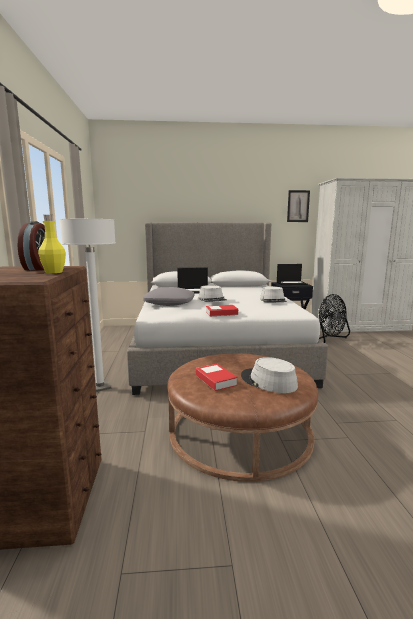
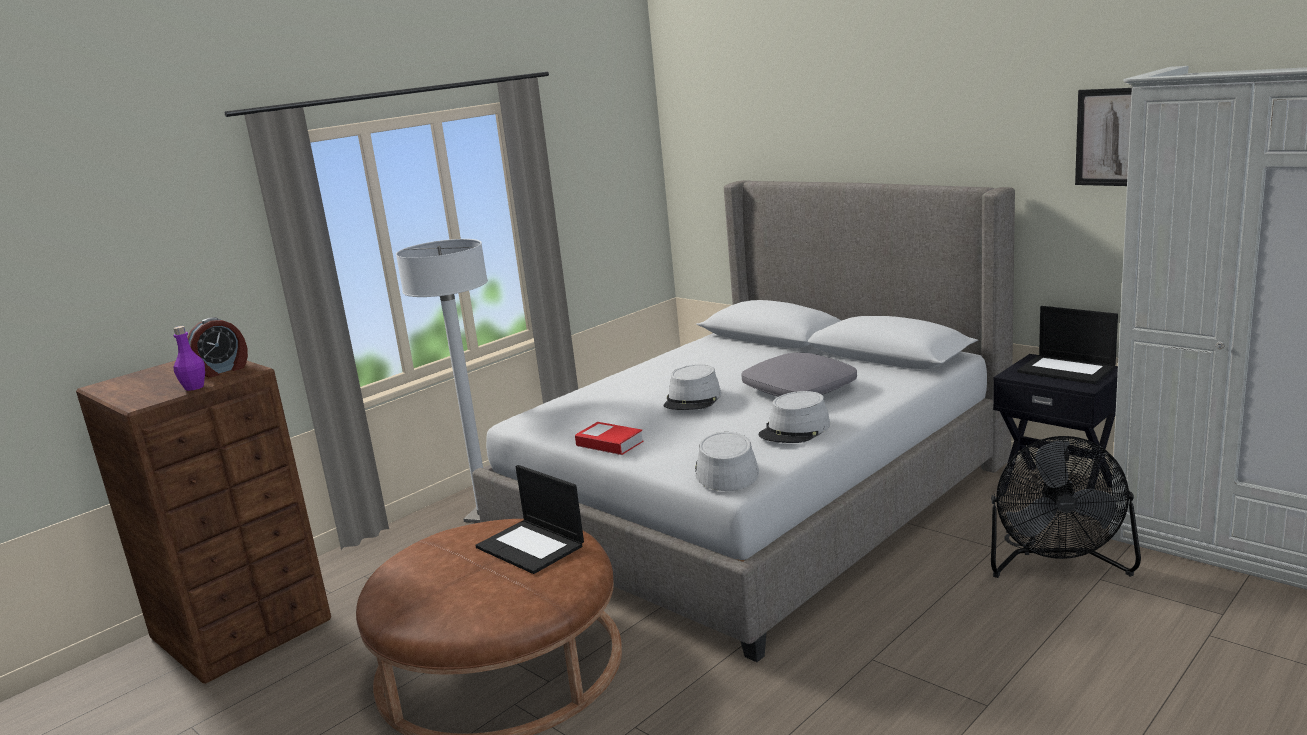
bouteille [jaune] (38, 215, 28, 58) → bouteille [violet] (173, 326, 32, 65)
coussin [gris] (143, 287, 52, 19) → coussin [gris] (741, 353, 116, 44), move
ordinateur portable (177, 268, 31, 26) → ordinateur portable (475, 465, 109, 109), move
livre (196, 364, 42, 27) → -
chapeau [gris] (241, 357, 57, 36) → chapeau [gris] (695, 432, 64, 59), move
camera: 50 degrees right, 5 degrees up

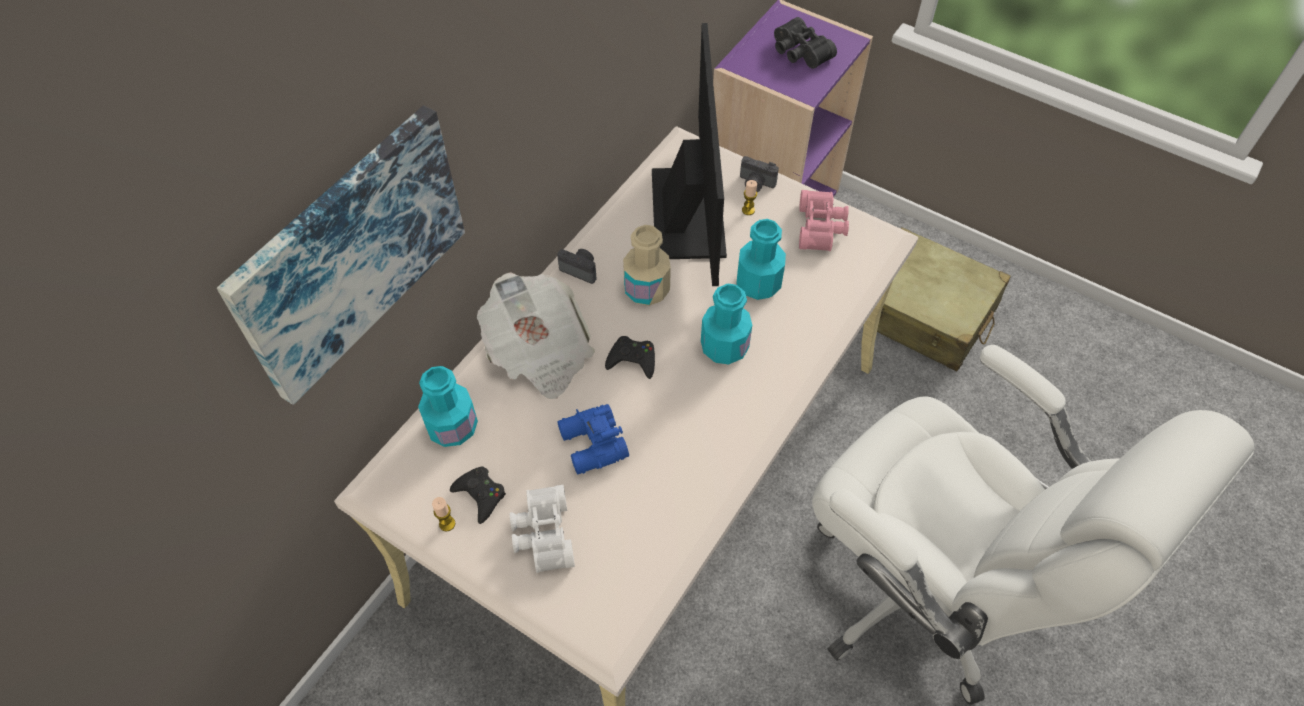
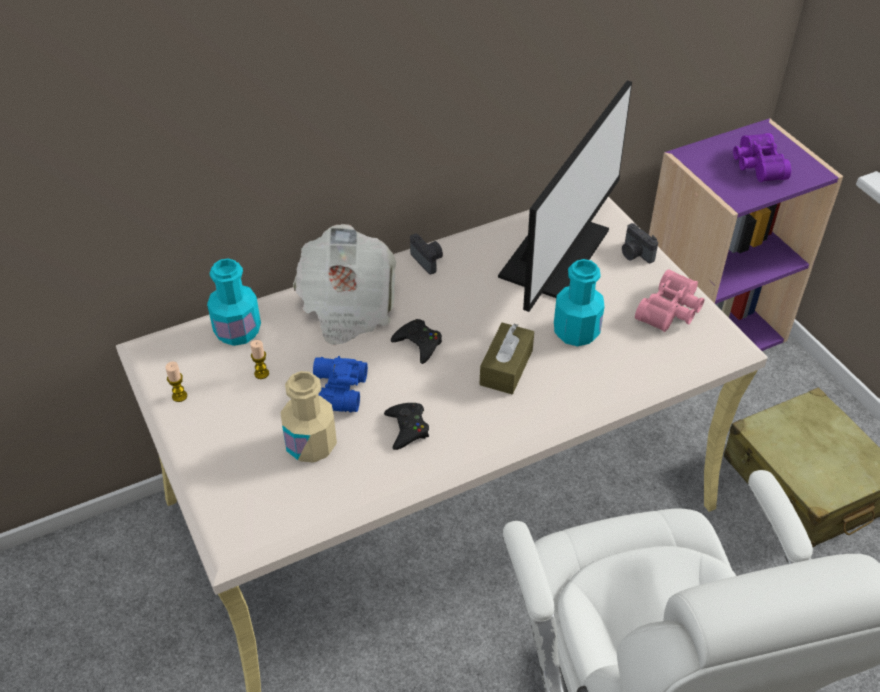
tableau (217, 105, 248, 300) → -
manette [noir] (450, 466, 56, 58) → manette [noir] (384, 403, 45, 47), move
jumelles [blanc] (510, 485, 65, 88) → -
bouteille [beige] (623, 225, 48, 81) → bouteille [beige] (280, 371, 57, 92), move
bouteille [turquoise] (701, 283, 51, 82) → boîte à mouchoirs [marron] (479, 323, 55, 71)
bougie (742, 180, 15, 35) → bougie (250, 340, 19, 39), move
jumelles [noir] (774, 17, 63, 52) → jumelles [violet] (733, 133, 58, 49)
camera: 30 degrees right, 10 degrees down

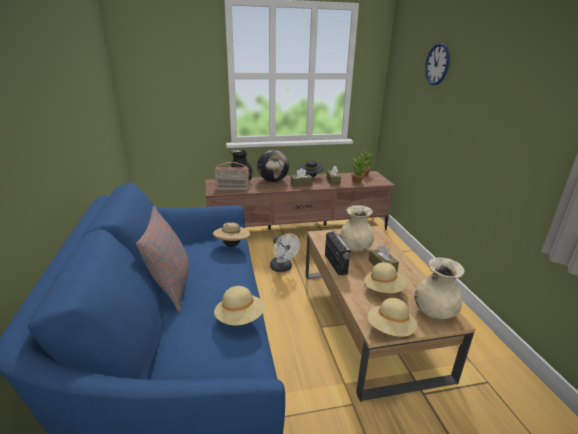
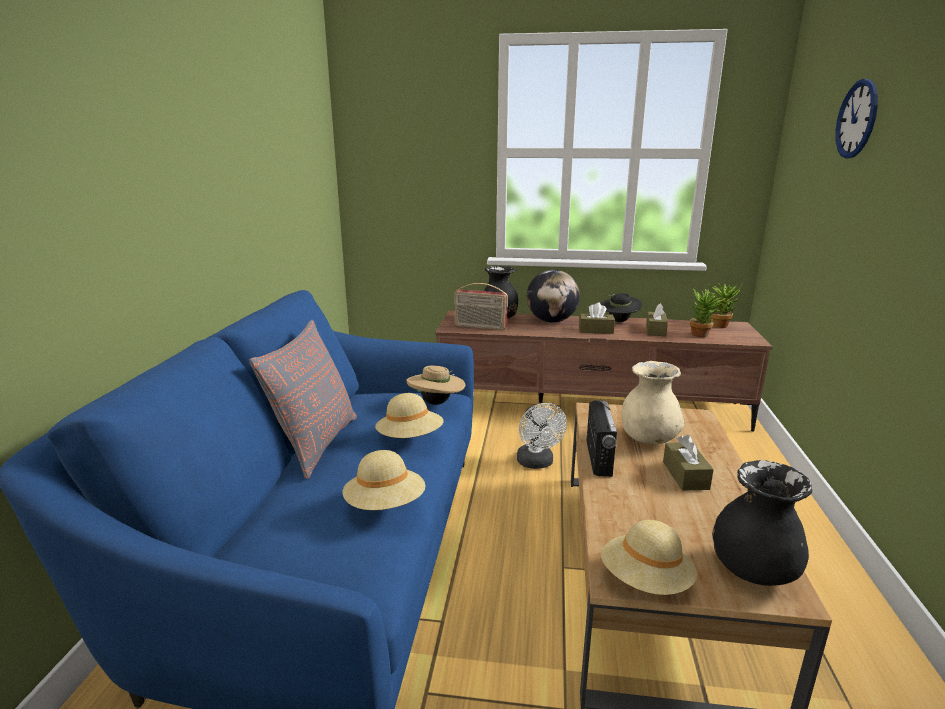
chapeau [beige] (364, 262, 43, 31) → chapeau [beige] (375, 393, 69, 45), move
vase [beige] (414, 257, 51, 62) → vase [noir] (712, 460, 100, 126)
camera: 20 degrees right, 5 degrees down

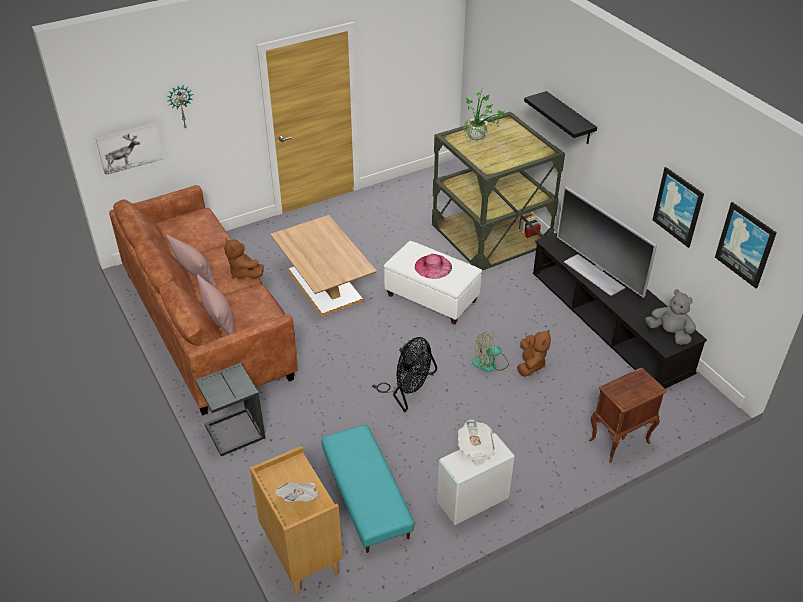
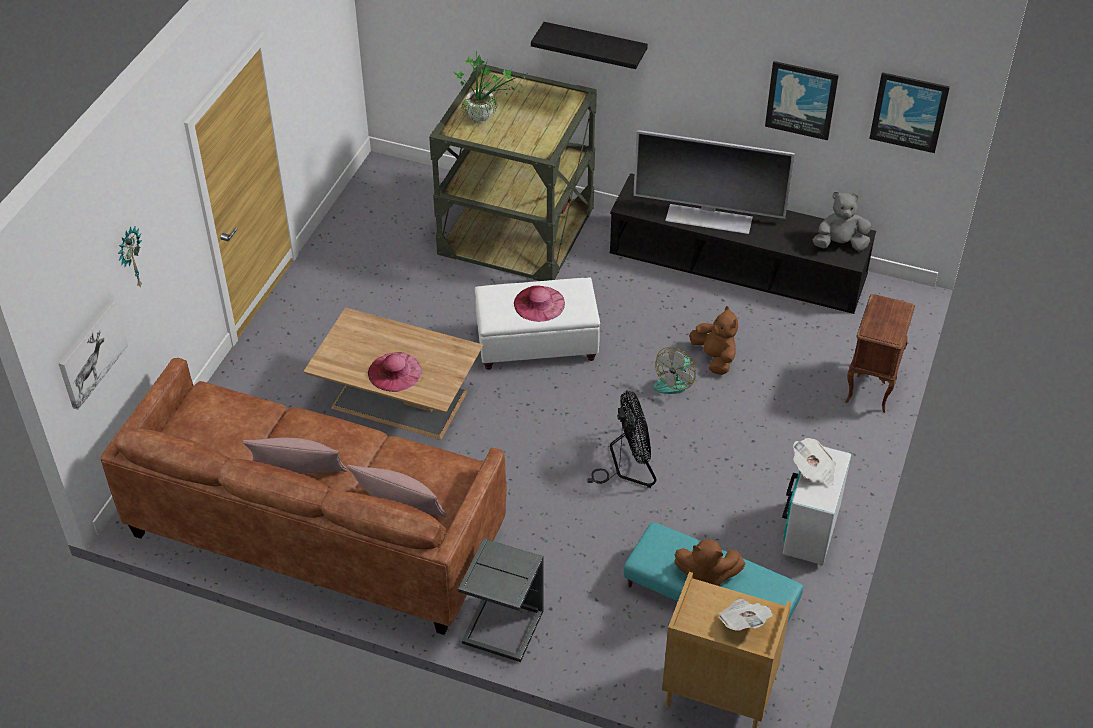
peluche [marron] (224, 238, 40, 41) → peluche [marron] (674, 539, 71, 47), move
- → chapeau [rose] (368, 352, 54, 40)
camera: 40 degrees left, 5 degrees up

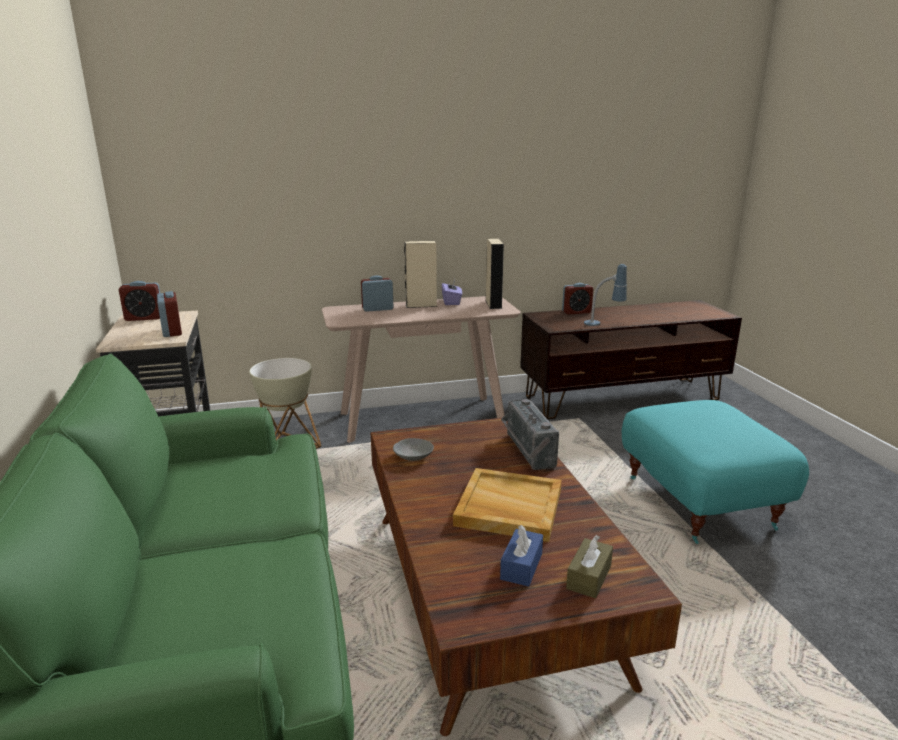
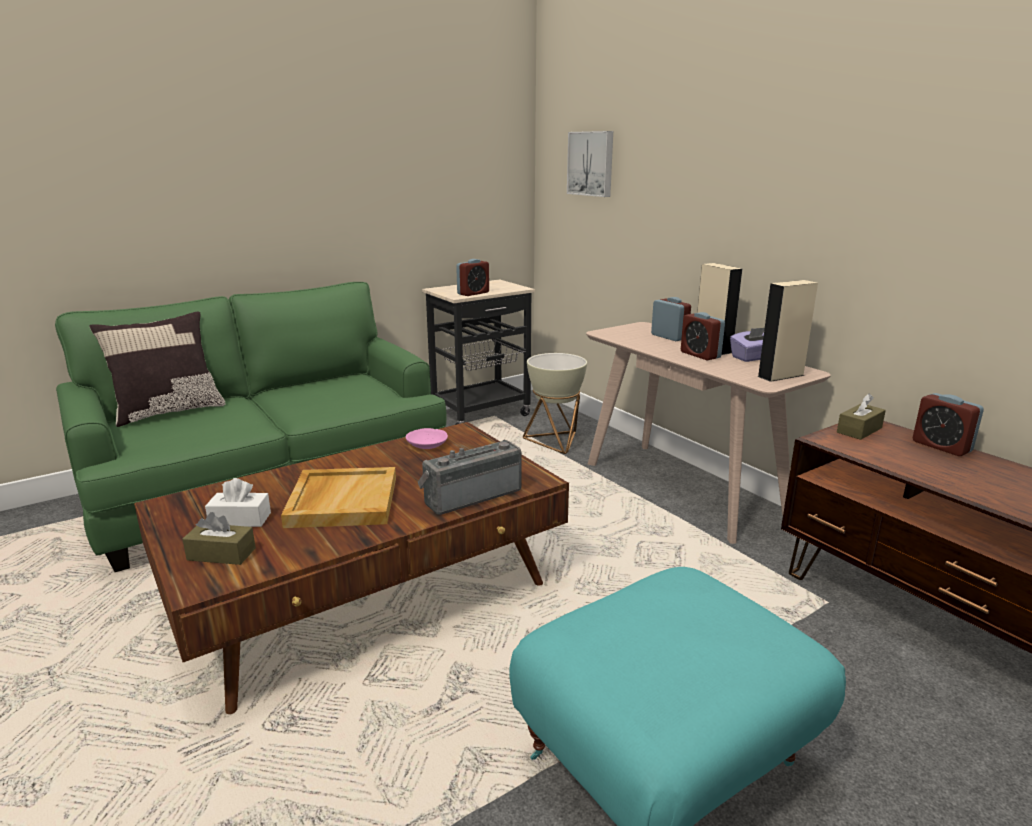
réveil (119, 281, 41, 40) → réveil (681, 312, 44, 48), move
bol [gris] (393, 438, 41, 23) → bol [rose] (406, 428, 42, 21)
boîte à mouchoirs [bleu] (500, 525, 43, 62) → boîte à mouchoirs [blanc] (205, 478, 66, 49)
lampe de table (584, 264, 43, 62) → -
- → coussin (89, 312, 136, 115)
- → tableau (567, 131, 46, 66)
- → boîte à mouchoirs [marron] (837, 393, 49, 47)
camera: 70 degrees right, 0 degrees up

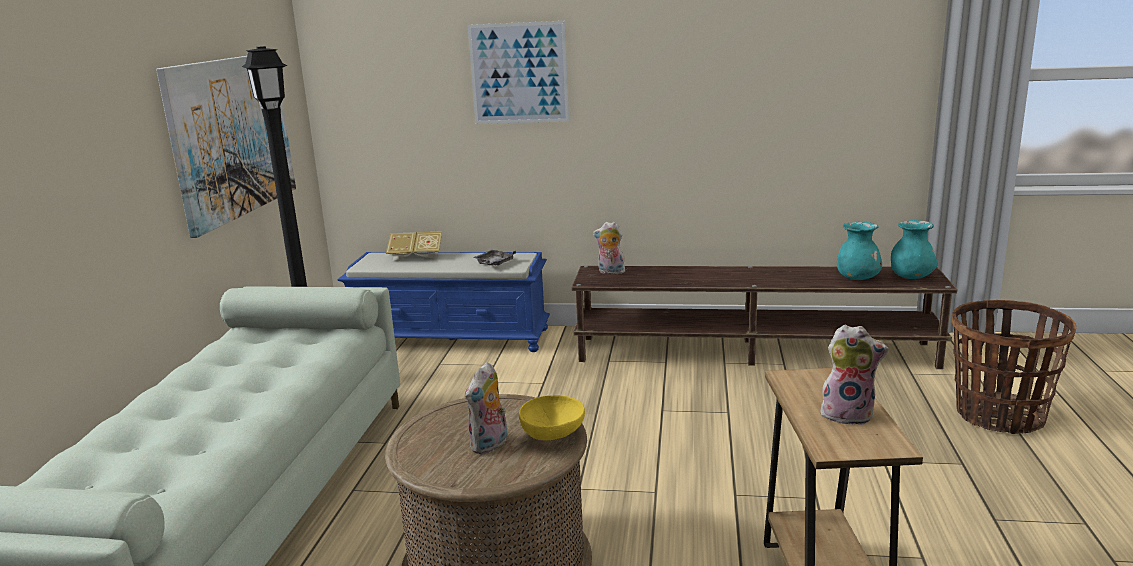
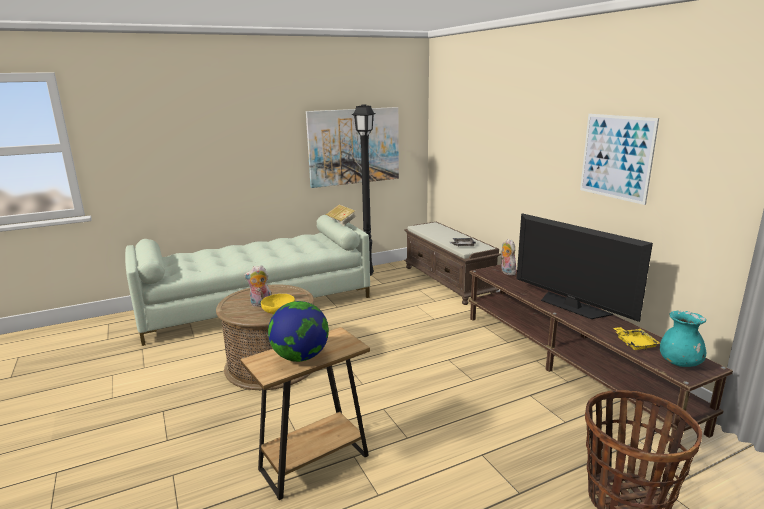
banc [bleu] (338, 252, 212, 100) → banc [marron] (404, 222, 97, 83)
livre (386, 231, 56, 30) → livre (326, 205, 30, 21), move
tableau (467, 21, 102, 103) → tableau (580, 114, 79, 91), move
peluche (820, 325, 69, 100) → globe (268, 301, 61, 61)
vase [turquoise] (837, 222, 45, 58) → plateau [jaune] (613, 327, 47, 23)
- → téléviseur (517, 213, 136, 109)
camera: 55 degrees right, 0 degrees up

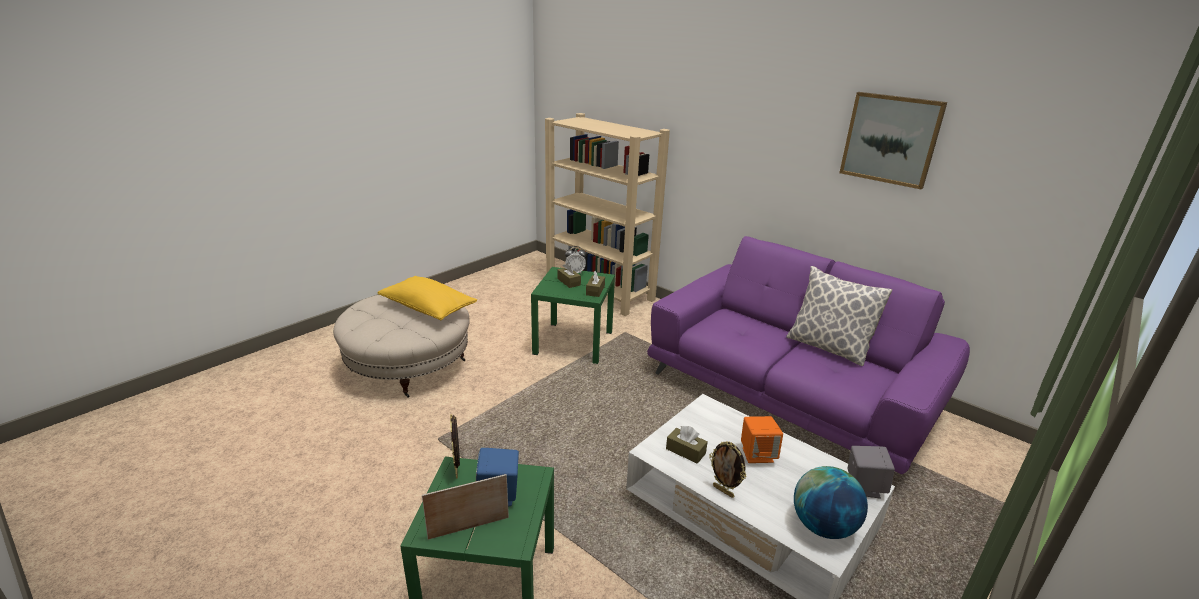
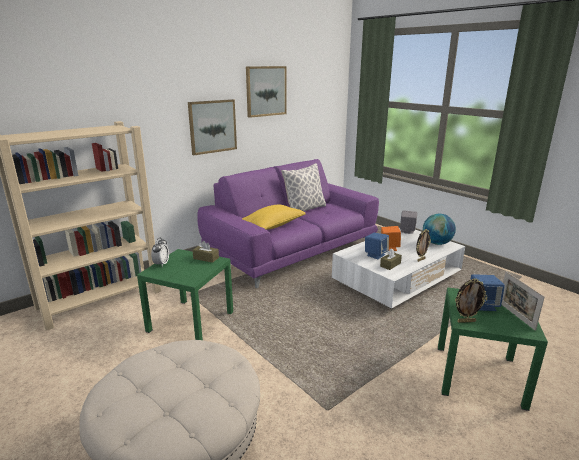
coussin [jaune] (377, 276, 100, 45) → coussin [jaune] (242, 205, 64, 25), move
boîte à mouchoirs [marron] (557, 263, 24, 25) → -
- → tableau (188, 99, 49, 56)
- → enceinte [bleu] (365, 233, 24, 26)
camera: 80 degrees left, 5 degrees down

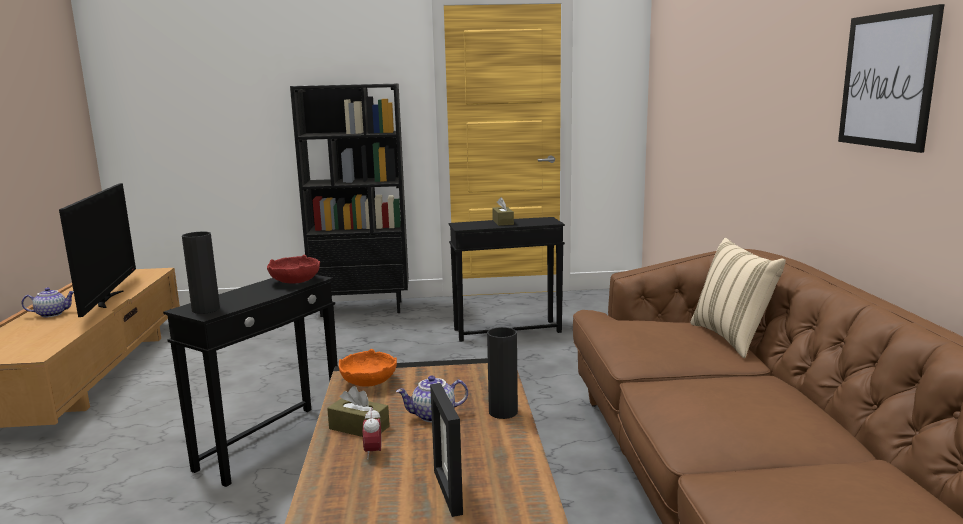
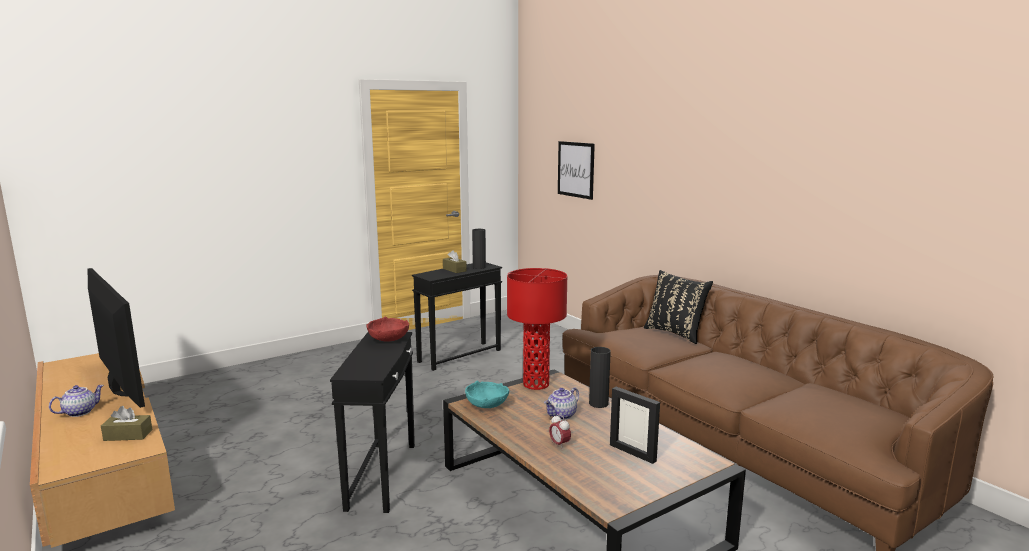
vase [noir] (182, 231, 38, 83) → vase [noir] (472, 229, 14, 40), move
bibliothèque [noir] (290, 84, 119, 233) → -
boîte à mouchoirs [marron] (327, 386, 63, 51) → boîte à mouchoirs [marron] (101, 406, 51, 35), move
bol [orange] (339, 349, 58, 38) → bol [turquoise] (465, 381, 44, 27)
coussin [beige] (690, 238, 96, 120) → coussin [noir] (644, 270, 69, 74)
tableau (838, 4, 107, 149) → tableau (558, 141, 37, 59), move
- → lampe de table [rouge] (507, 268, 60, 122)
camera: 30 degrees left, 0 degrees up

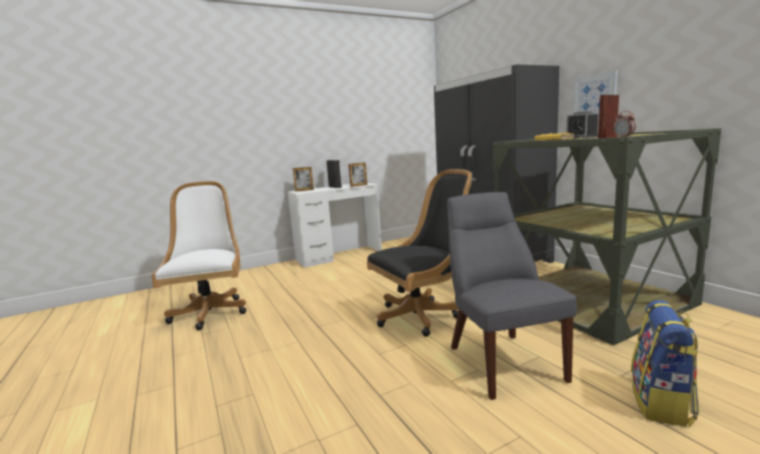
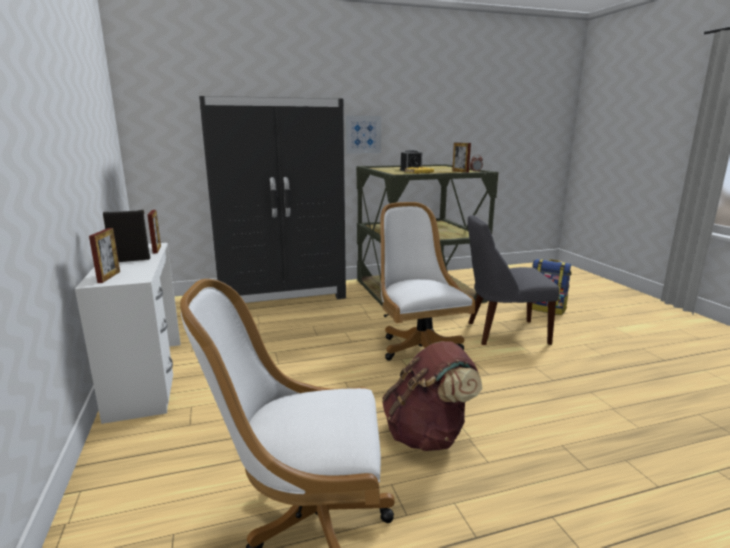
chaise de bureau [noir] (367, 169, 105, 168) → chaise de bureau [blanc] (380, 202, 95, 159)
- → sac à dos [marron] (382, 341, 100, 110)
camera: 80 degrees left, 5 degrees up

